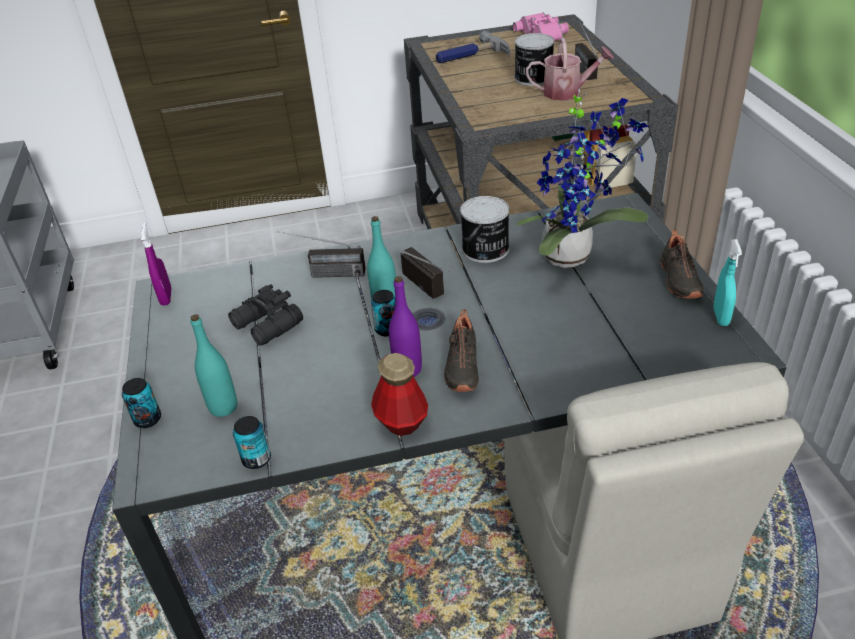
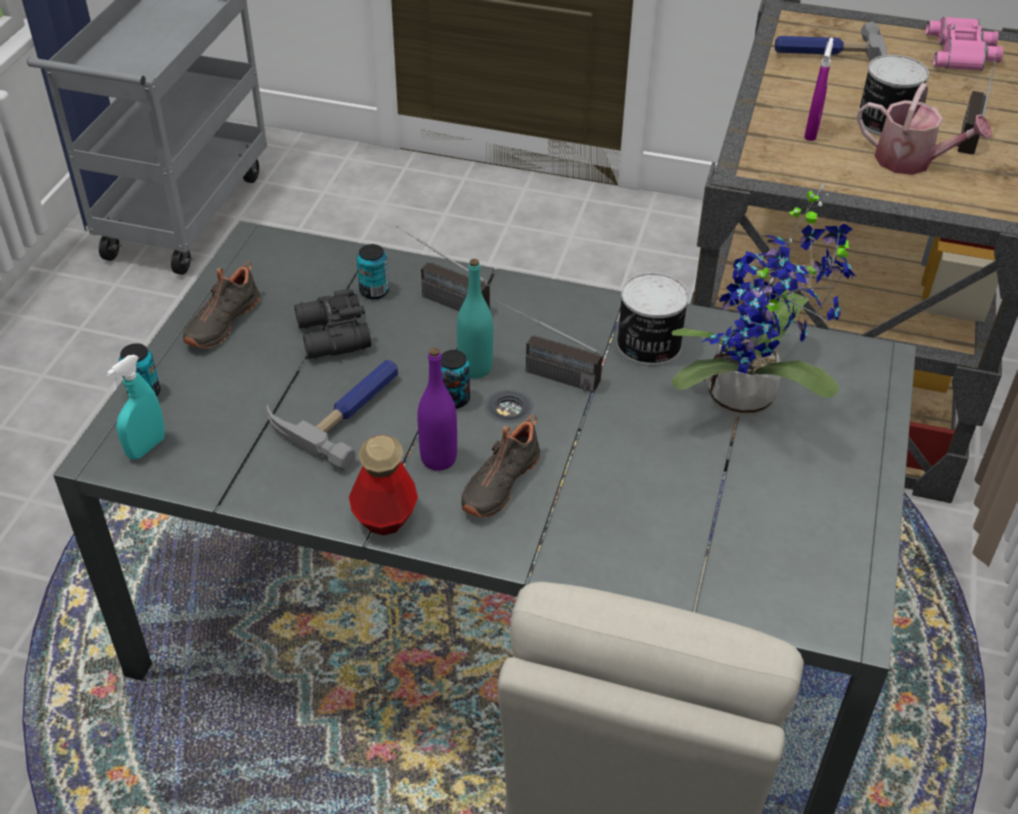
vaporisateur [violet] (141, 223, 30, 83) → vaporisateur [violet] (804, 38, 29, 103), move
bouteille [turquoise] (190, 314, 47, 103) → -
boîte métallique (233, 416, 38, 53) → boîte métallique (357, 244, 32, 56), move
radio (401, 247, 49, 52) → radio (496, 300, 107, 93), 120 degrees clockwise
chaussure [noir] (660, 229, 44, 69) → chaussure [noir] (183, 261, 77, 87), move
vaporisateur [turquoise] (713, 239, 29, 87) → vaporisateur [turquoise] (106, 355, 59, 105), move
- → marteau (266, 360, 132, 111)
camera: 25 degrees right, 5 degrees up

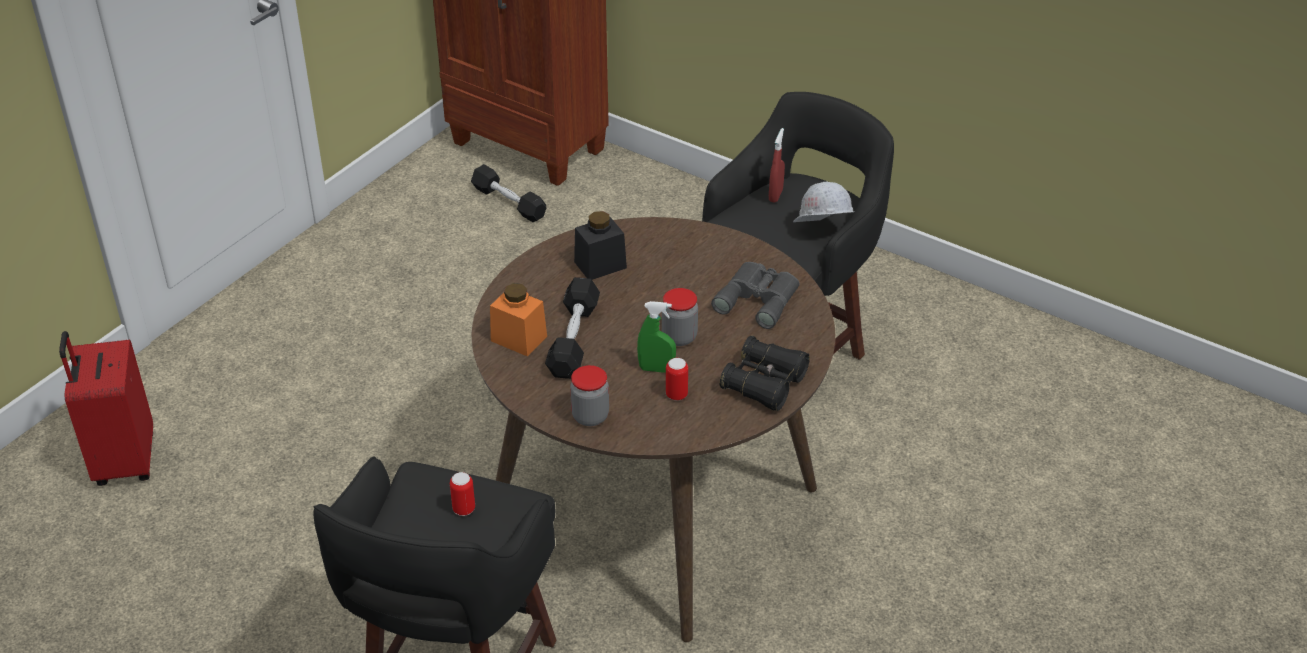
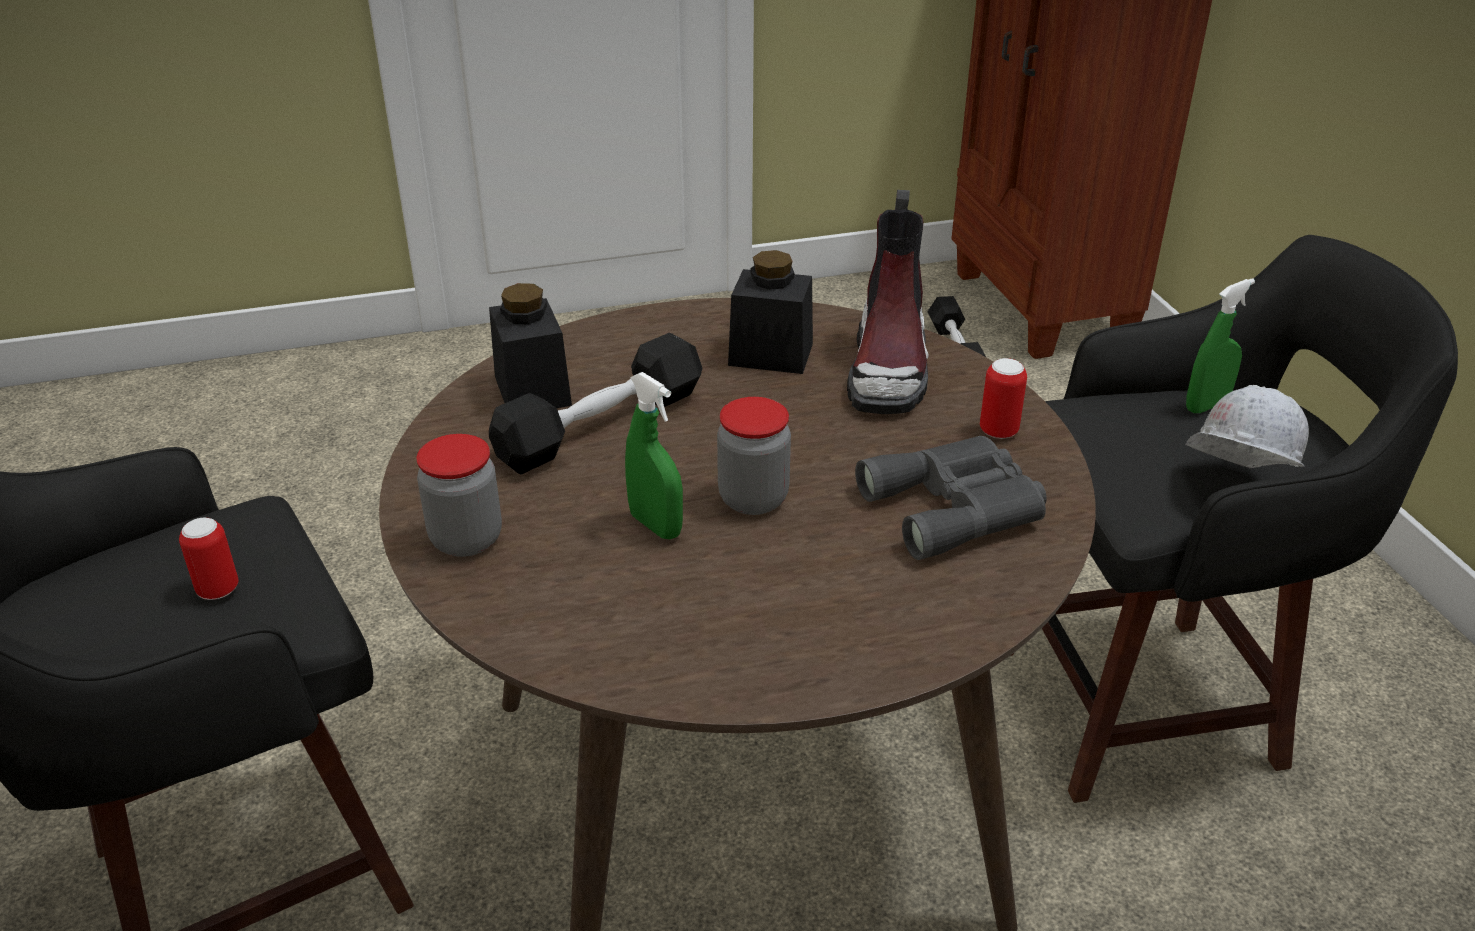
valise [rouge] (59, 331, 94, 155) → -
bocal [orange] (490, 283, 57, 73) → bocal [noir] (489, 283, 83, 125)
boîte métallique (666, 358, 22, 42) → boîte métallique (980, 358, 47, 81), move
jumelles [noir] (720, 336, 90, 75) → -
vaporisateur [rouge] (769, 128, 16, 75) → vaporisateur [vert] (1186, 278, 69, 135)
- → botte (847, 190, 82, 224)
camera: 40 degrees right, 5 degrees down

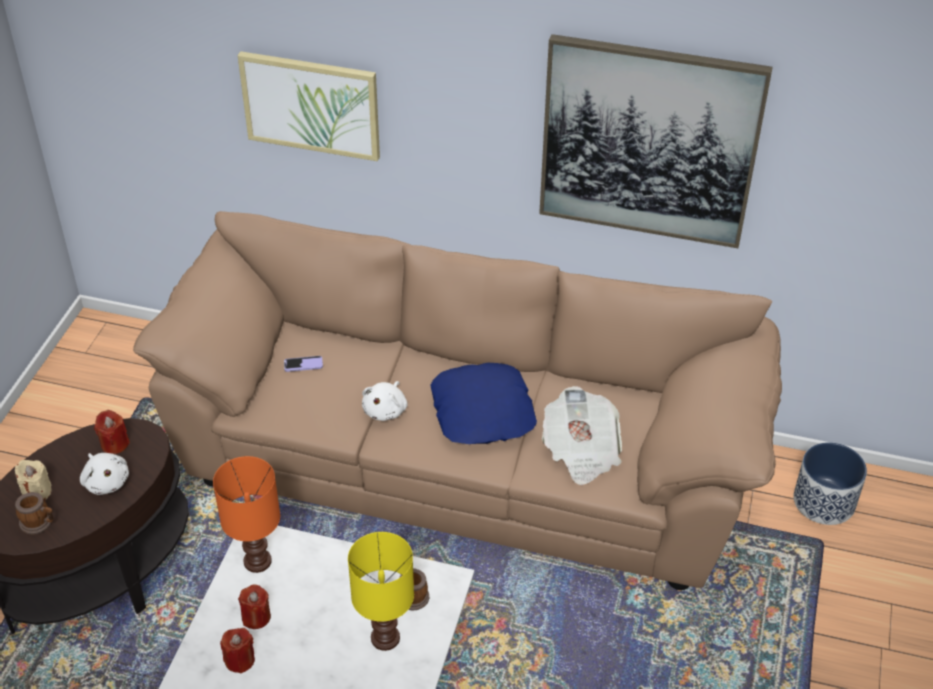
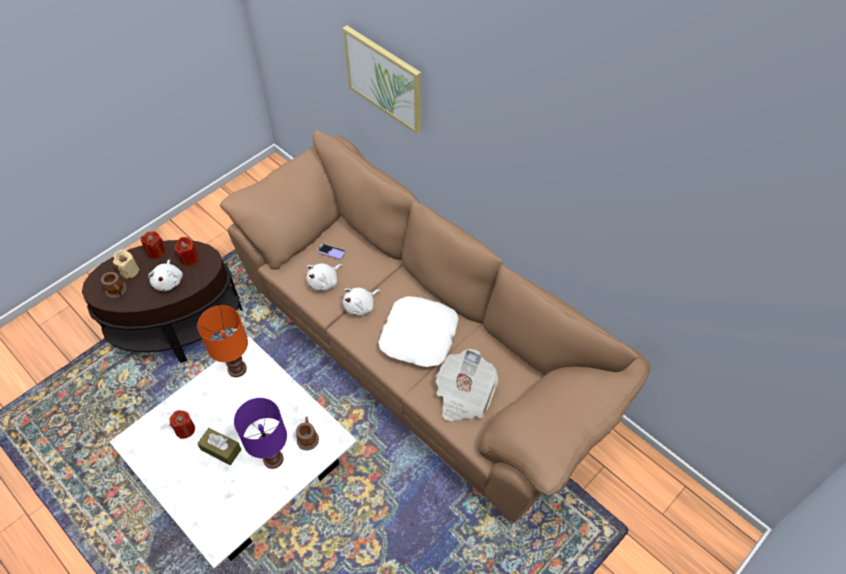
bougie [rouge] (238, 584, 33, 45) → bougie [rouge] (140, 231, 25, 28), move
lampe de table [jaune] (348, 532, 66, 119) → lampe de table [violet] (234, 398, 53, 71)
coussin [bleu] (430, 363, 107, 81) → coussin [blanc] (378, 296, 81, 71)
tableau (539, 34, 234, 214) → -
cache-pot (793, 442, 74, 83) → -
- → boîte à mouchoirs [marron] (197, 428, 45, 37)
- → peluche [blanc] (306, 263, 36, 28)
camera: 30 degrees right, 10 degrees up

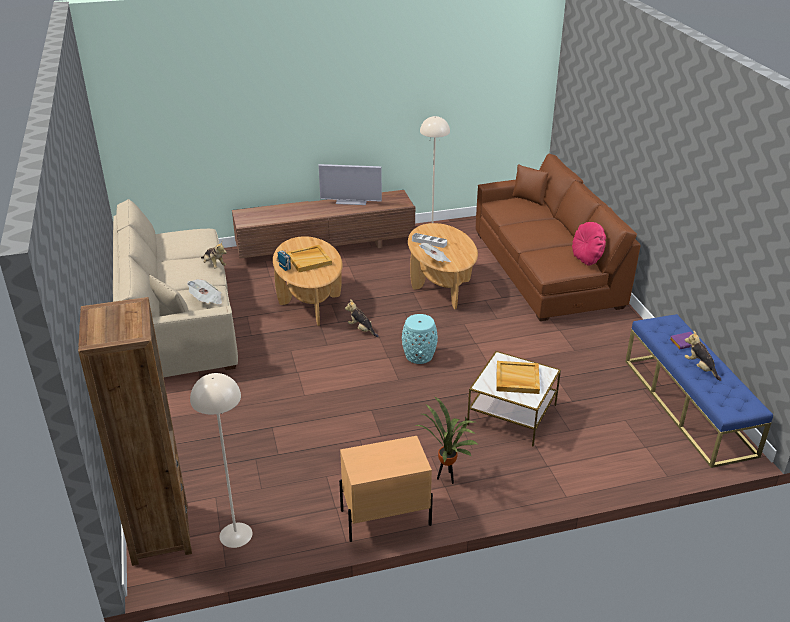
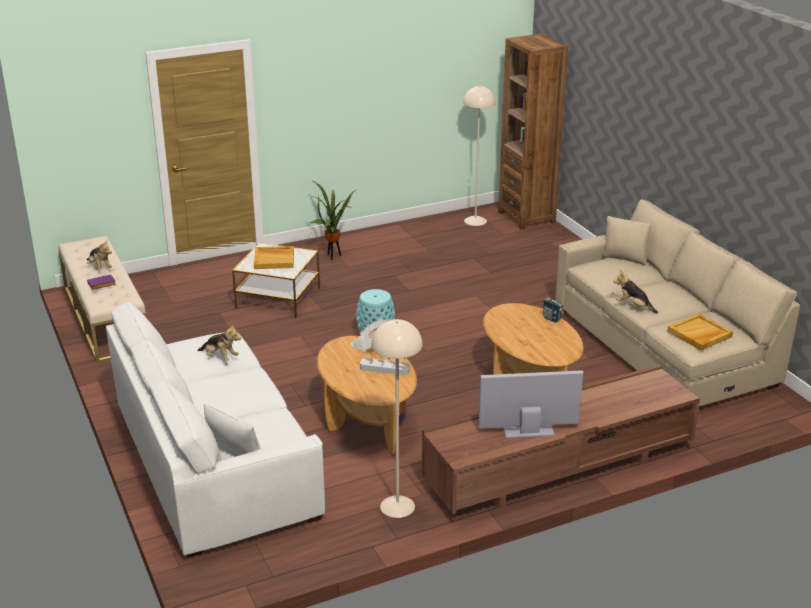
journal (187, 279, 35, 26) → -
plateau [beige] (287, 245, 45, 27) → plateau [beige] (667, 314, 66, 37), move
table de chevet [beige] (339, 436, 94, 106) → -
peluche (345, 299, 34, 38) → peluche (197, 324, 44, 37), move
canapé [marron] (476, 153, 165, 168) → canapé [blanc] (106, 302, 219, 255)
coussin [rose] (572, 222, 34, 44) → -
banc [bleu] (625, 314, 148, 154) → banc [beige] (58, 236, 88, 127)
camera: 170 degrees right, 5 degrees down

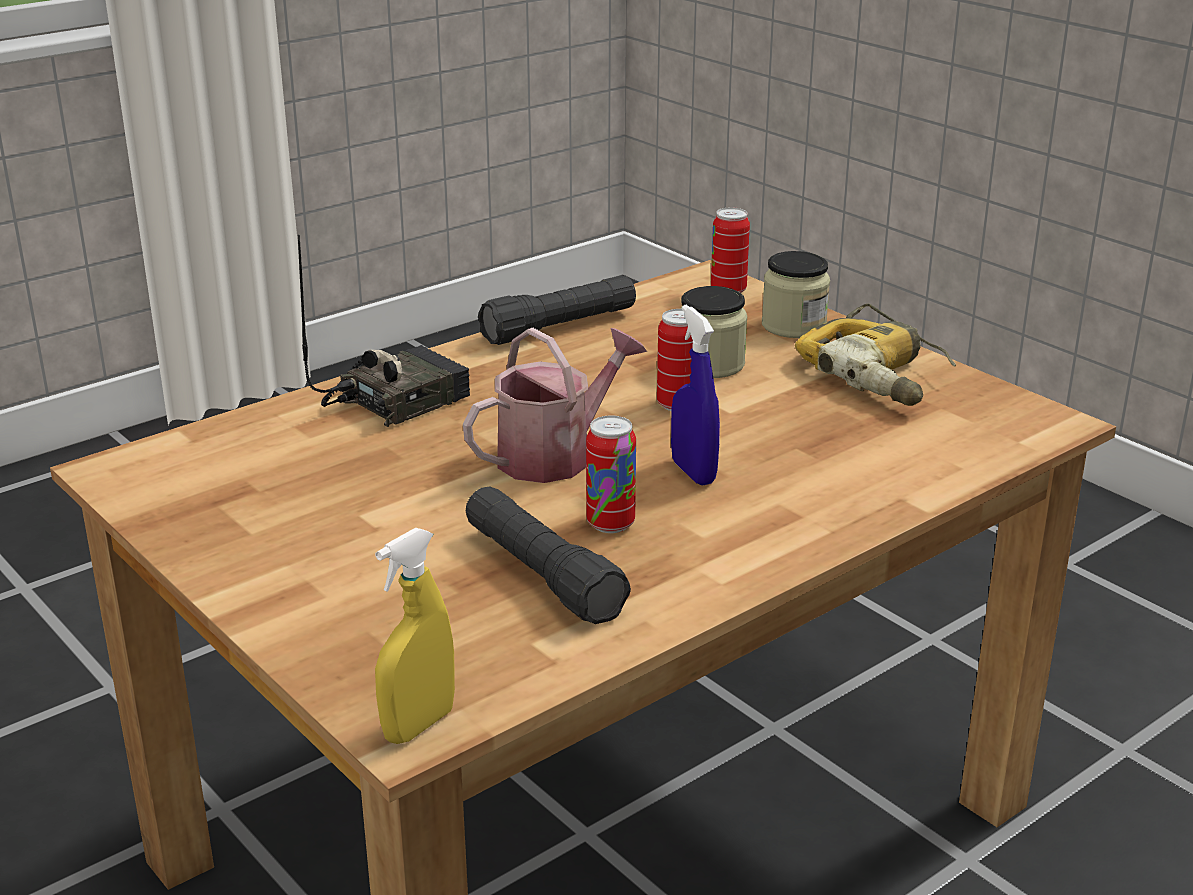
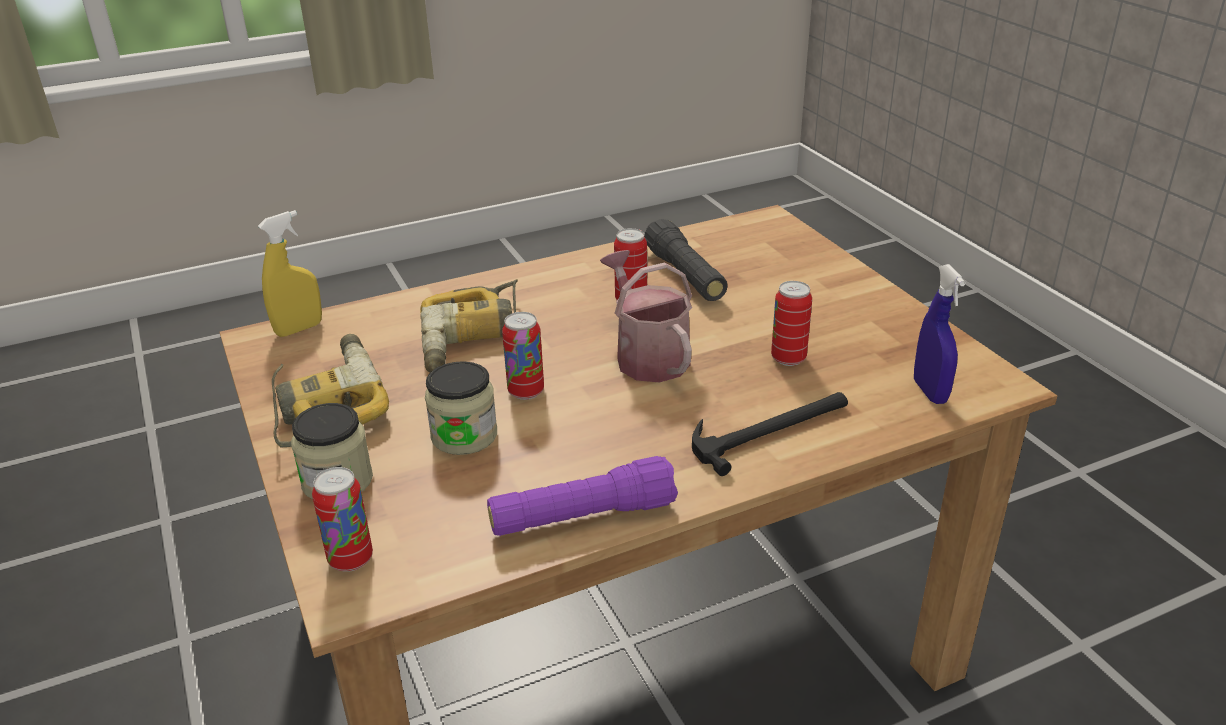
radio (298, 235, 172, 192) → marteau (692, 392, 156, 84)
vaporisateur [jaune] (375, 528, 80, 216) → vaporisateur [jaune] (258, 210, 64, 127), move
arrosoir (463, 328, 184, 155) → arrosoir (600, 250, 92, 133), 90 degrees clockwise
lampe de poche [noir] (478, 275, 158, 70) → lampe de poche [violet] (487, 456, 191, 80)
vaporisateur [bleu] (671, 304, 49, 182) → vaporisateur [bleu] (914, 264, 52, 140), move
- → perceuse (420, 279, 98, 94)
- → boîte métallique (771, 281, 41, 85)
camera: 165 degrees left, 5 degrees up

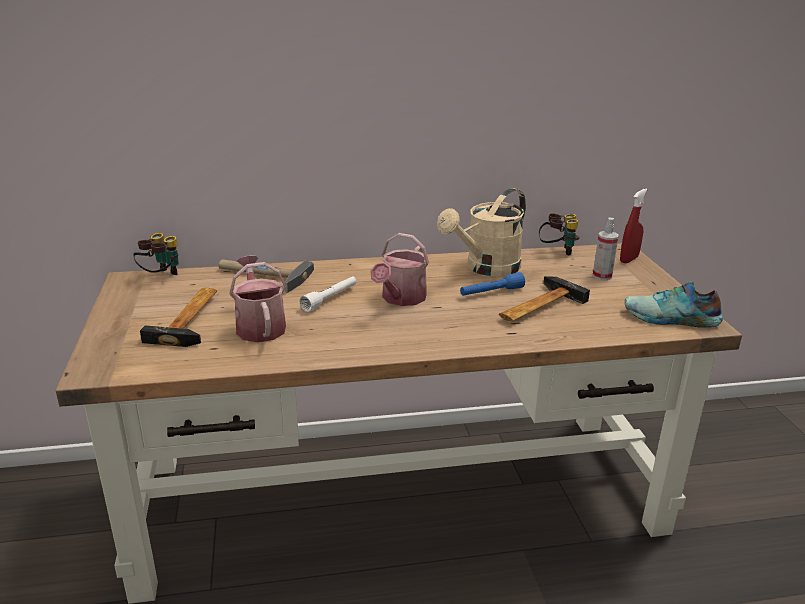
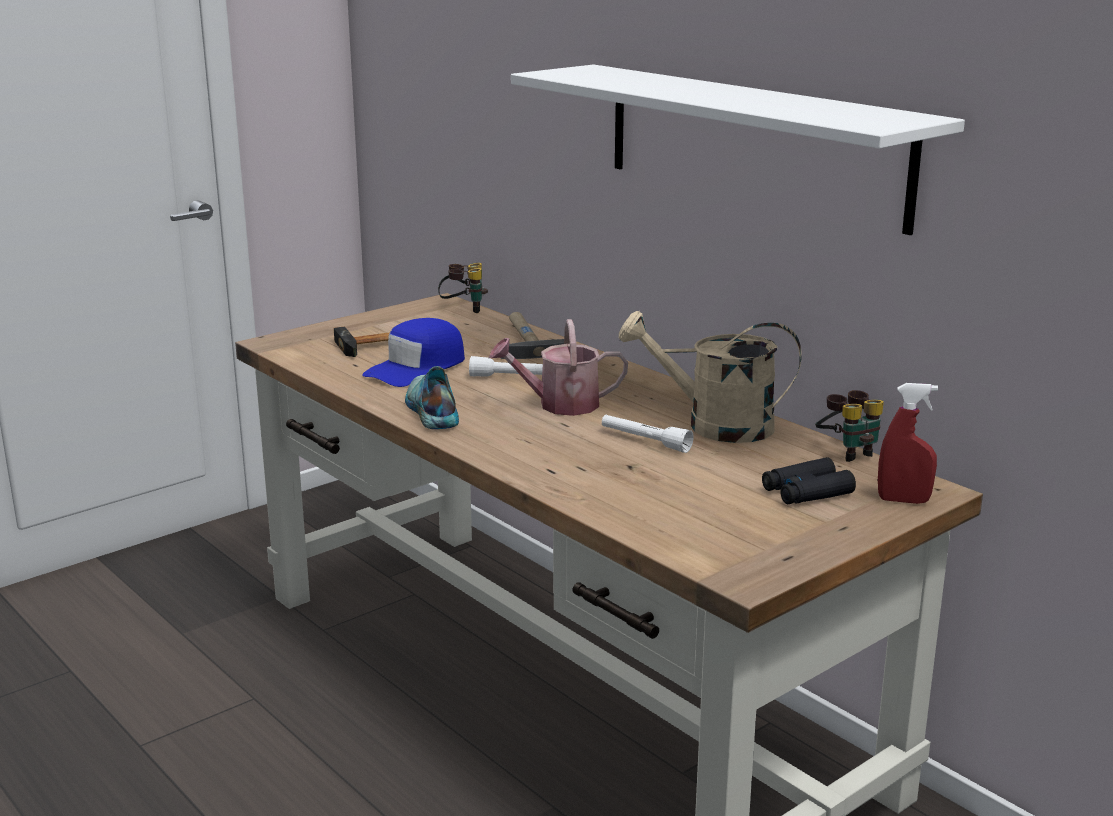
arrosoir (229, 256, 57, 86) → casquette [bleu] (362, 318, 103, 69)
lampe de poche [bleu] (460, 272, 65, 24) → lampe de poche [blanc] (602, 415, 92, 38)
marteau (499, 276, 91, 46) → -
vaporisateur (593, 217, 26, 63) → jumelles [noir] (762, 457, 94, 47)
chaussure (625, 281, 98, 47) → chaussure (405, 366, 54, 63), move
- → étagère [blanc] (511, 64, 454, 171)
camera: 60 degrees right, 5 degrees down

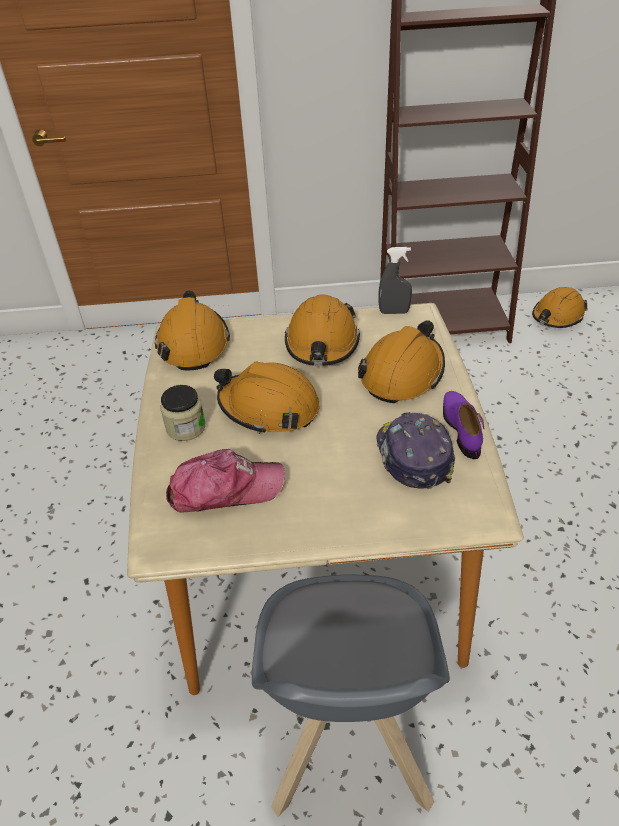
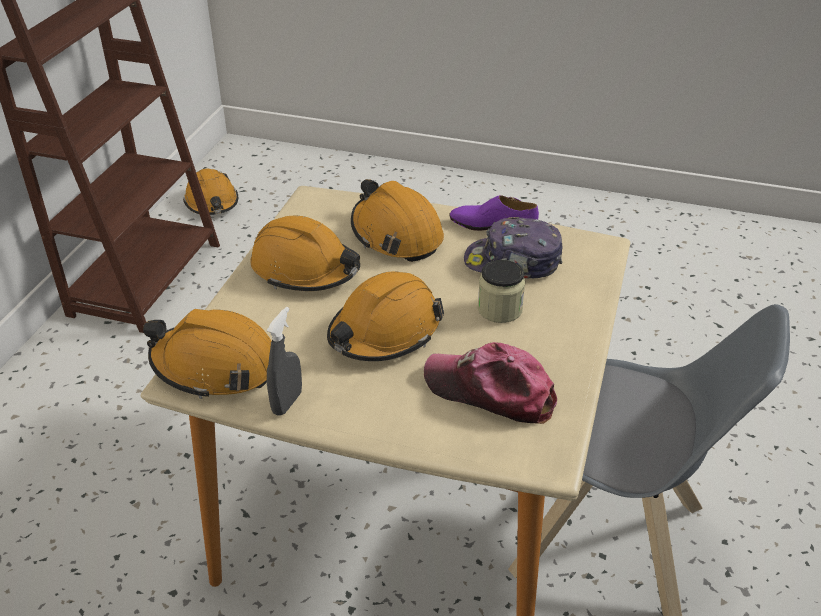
bocal (160, 385, 46, 56) → bocal (477, 260, 48, 63), move
casquette (166, 449, 119, 64) → casquette (424, 342, 133, 82), 75 degrees counterclockwise
vaporisateur [gris] (378, 247, 34, 67) → vaporisateur [gris] (267, 307, 35, 109), move
camera: 70 degrees left, 5 degrees down

